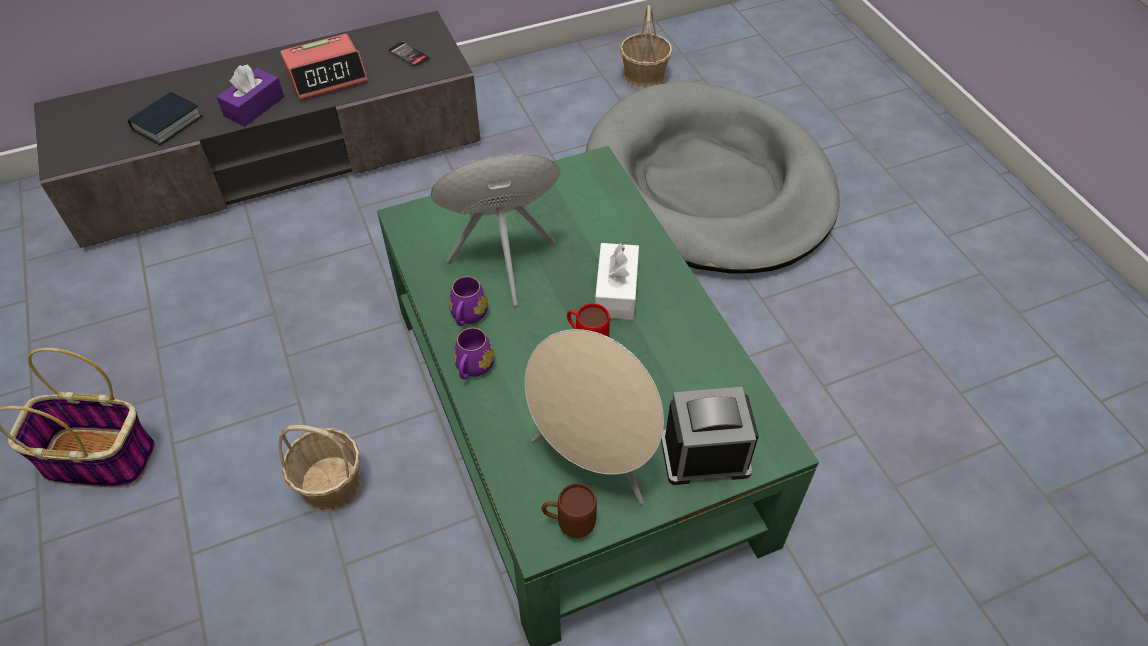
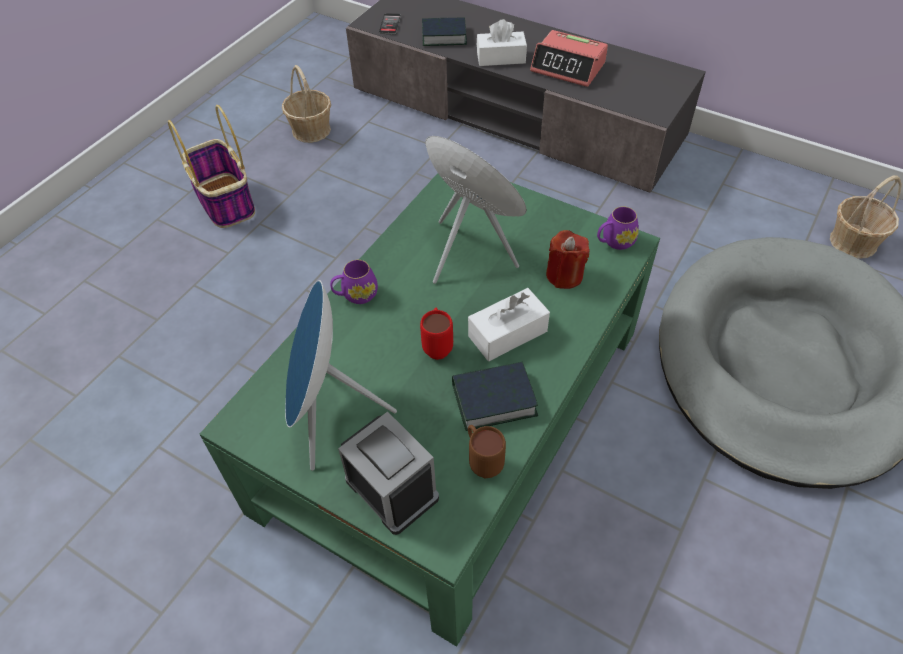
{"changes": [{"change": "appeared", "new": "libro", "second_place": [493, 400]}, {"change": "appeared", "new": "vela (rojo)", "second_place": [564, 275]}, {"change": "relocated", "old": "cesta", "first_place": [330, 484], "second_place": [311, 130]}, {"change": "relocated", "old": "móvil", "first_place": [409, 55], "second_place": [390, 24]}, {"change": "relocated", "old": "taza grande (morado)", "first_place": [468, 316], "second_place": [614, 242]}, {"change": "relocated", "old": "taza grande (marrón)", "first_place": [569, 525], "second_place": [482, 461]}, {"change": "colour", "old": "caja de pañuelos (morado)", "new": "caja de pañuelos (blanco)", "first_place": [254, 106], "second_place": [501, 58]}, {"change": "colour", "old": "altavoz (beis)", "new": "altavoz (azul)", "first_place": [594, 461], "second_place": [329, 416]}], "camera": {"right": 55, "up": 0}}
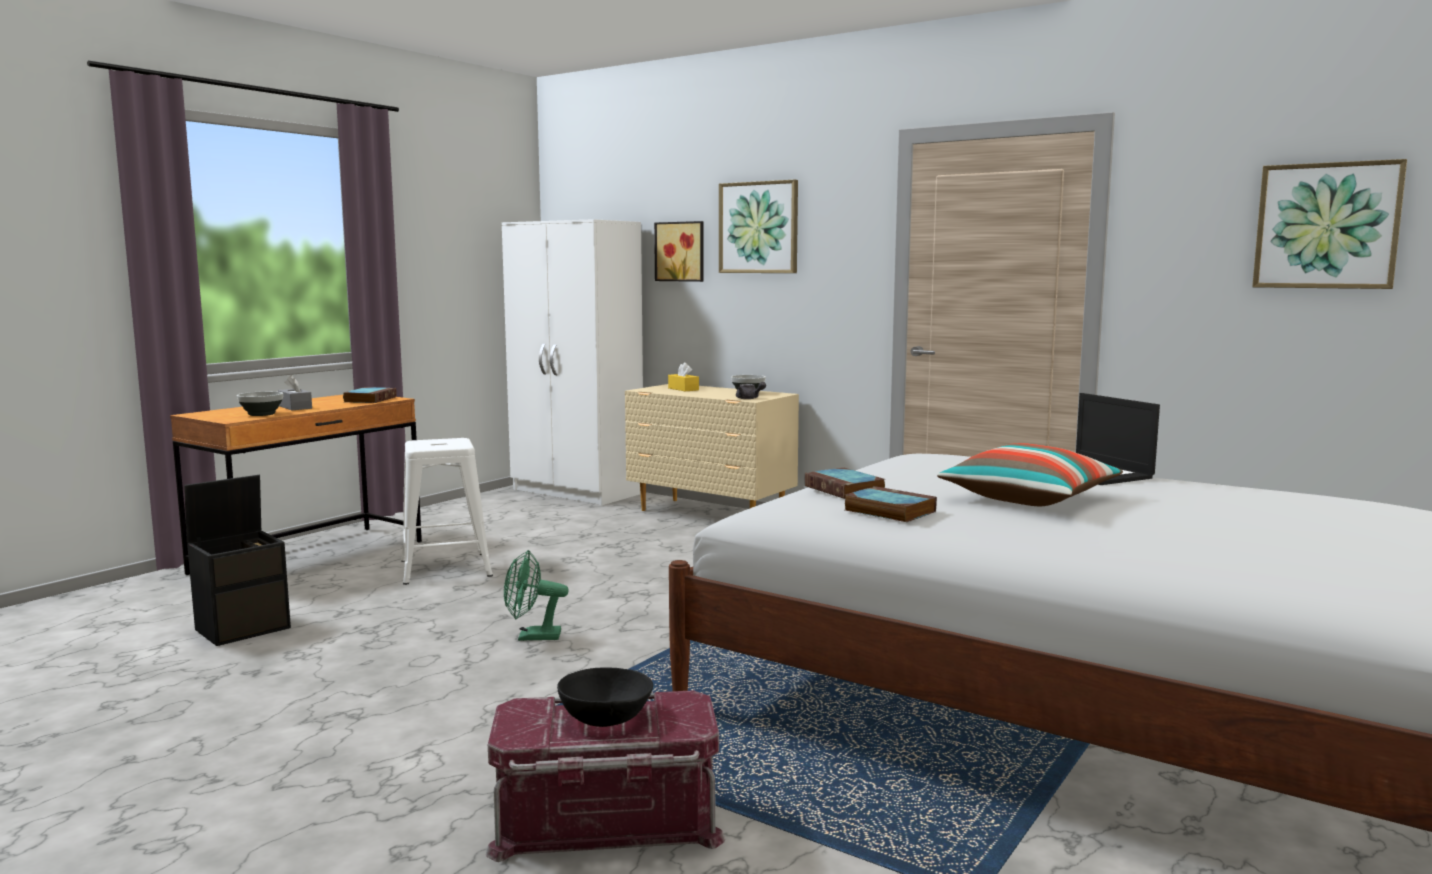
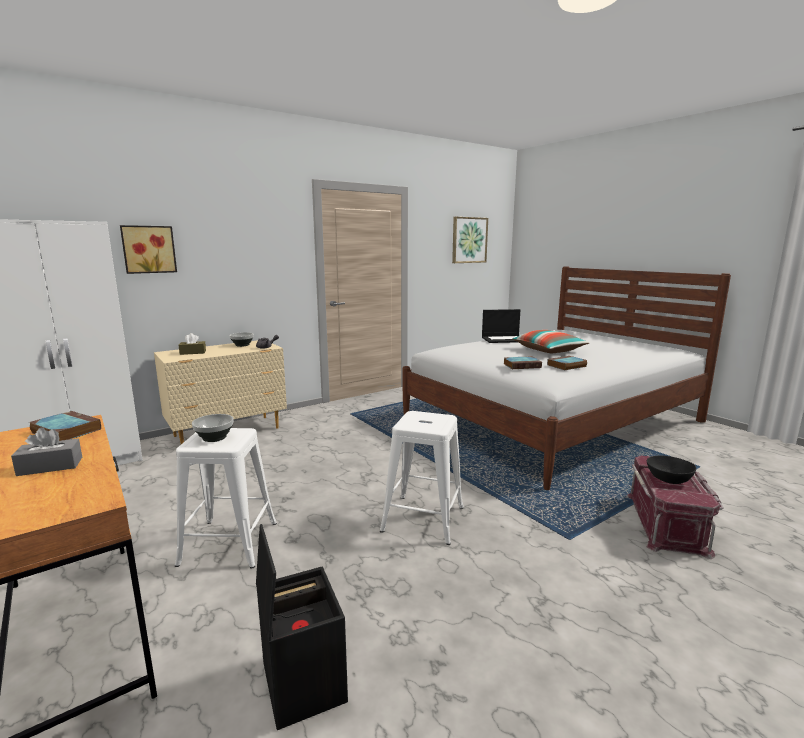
{"changes": [{"change": "missing", "old": "cuadro", "first_place": [759, 227]}, {"change": "relocated", "old": "cuenco", "first_place": [261, 414], "second_place": [215, 438]}, {"change": "exchanged", "old": "ventilador (verde)", "new": "taburete (blanco)", "first_place": [532, 637], "second_place": [423, 519]}, {"change": "colour", "old": "caja de pañuelos (amarillo)", "new": "caja de pañuelos (marrón)", "first_place": [683, 389], "second_place": [193, 352]}], "camera": {"right": -70, "up": 5}}
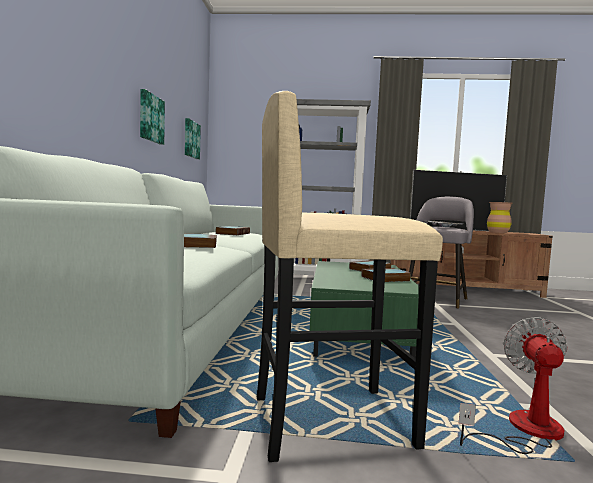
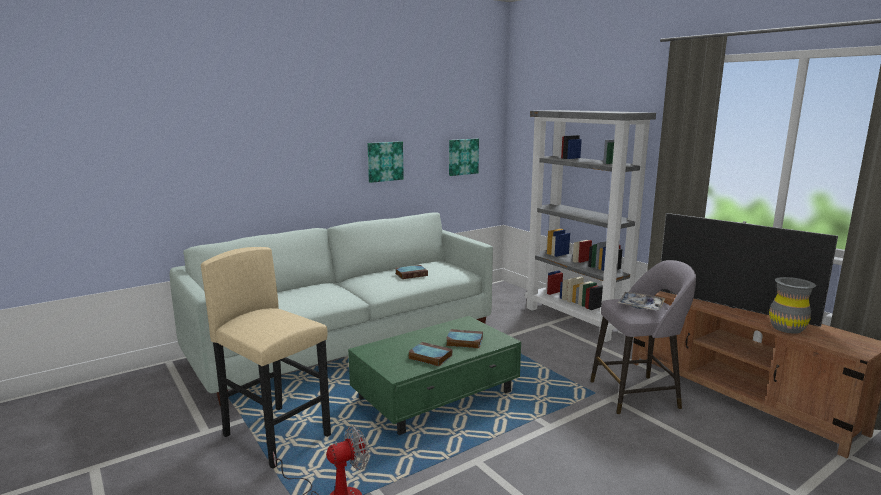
{"changes": [{"change": "missing", "old": "libro", "first_place": [198, 245]}, {"change": "colour", "old": "florero (marrón)", "new": "florero (gris)", "first_place": [498, 232], "second_place": [787, 328]}], "camera": {"right": 50, "up": 10}}
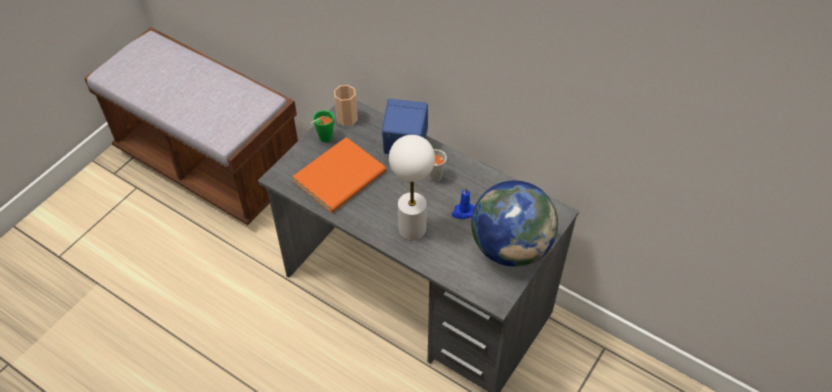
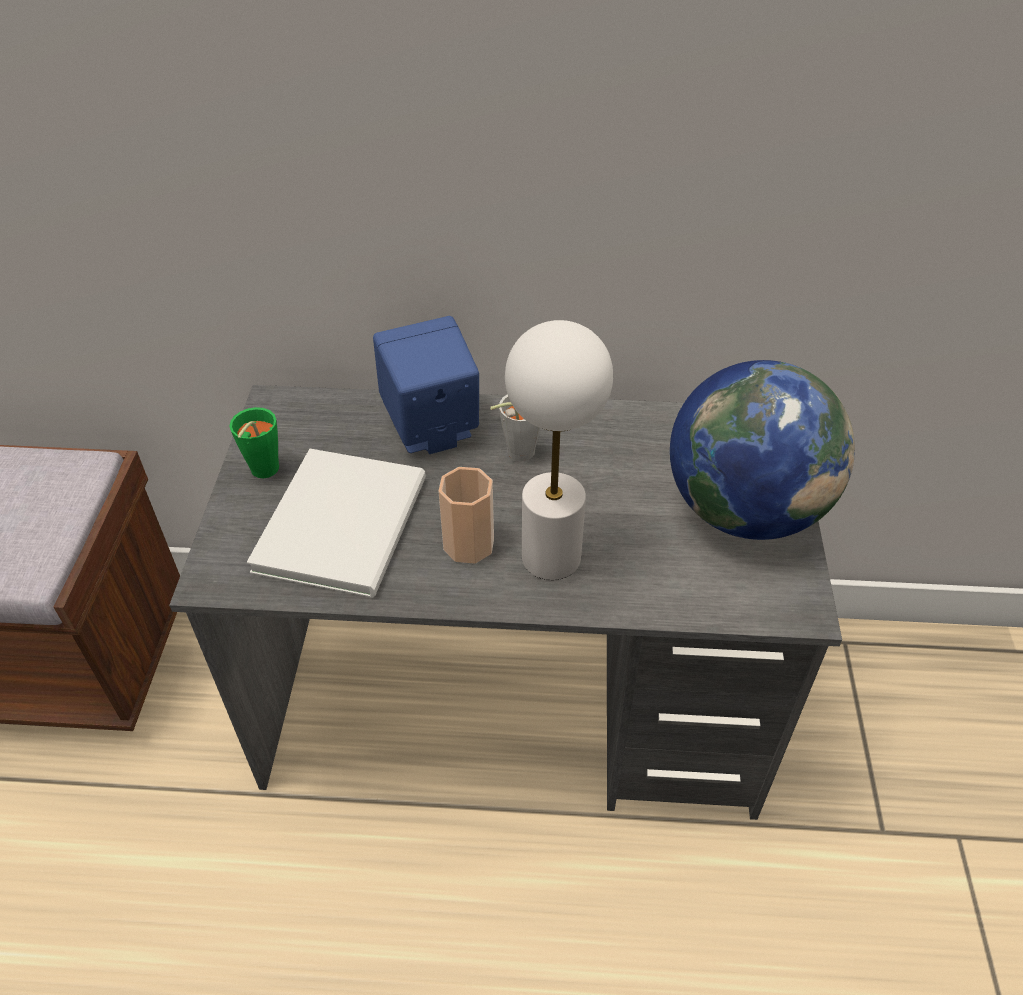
{"changes": [{"change": "missing", "old": "vela (azul)", "first_place": [463, 212]}, {"change": "relocated", "old": "taza", "first_place": [347, 118], "second_place": [468, 544]}, {"change": "colour", "old": "libro (naranja)", "new": "libro (blanco)", "first_place": [343, 176], "second_place": [347, 521]}], "camera": {"right": -30, "up": -5}}
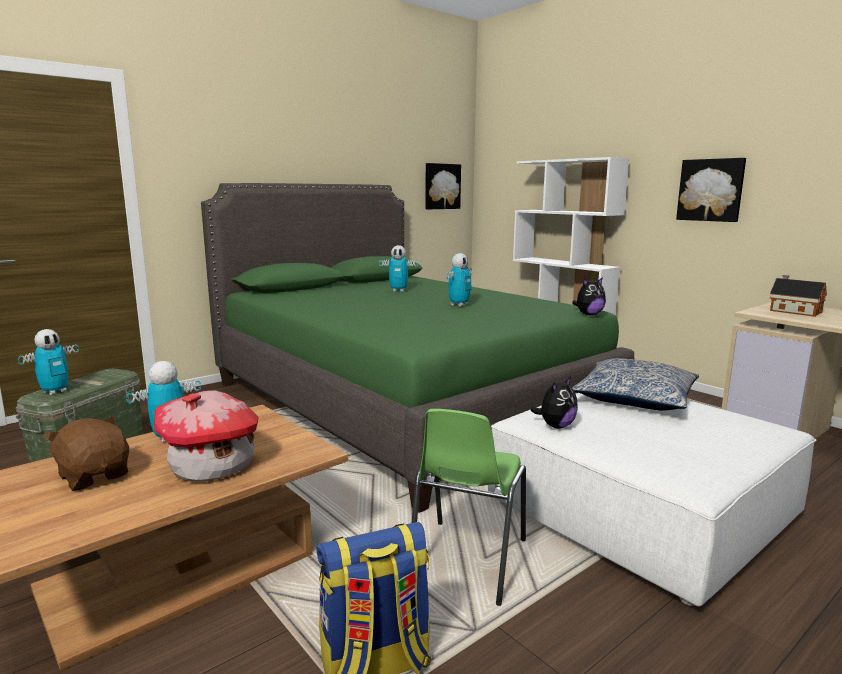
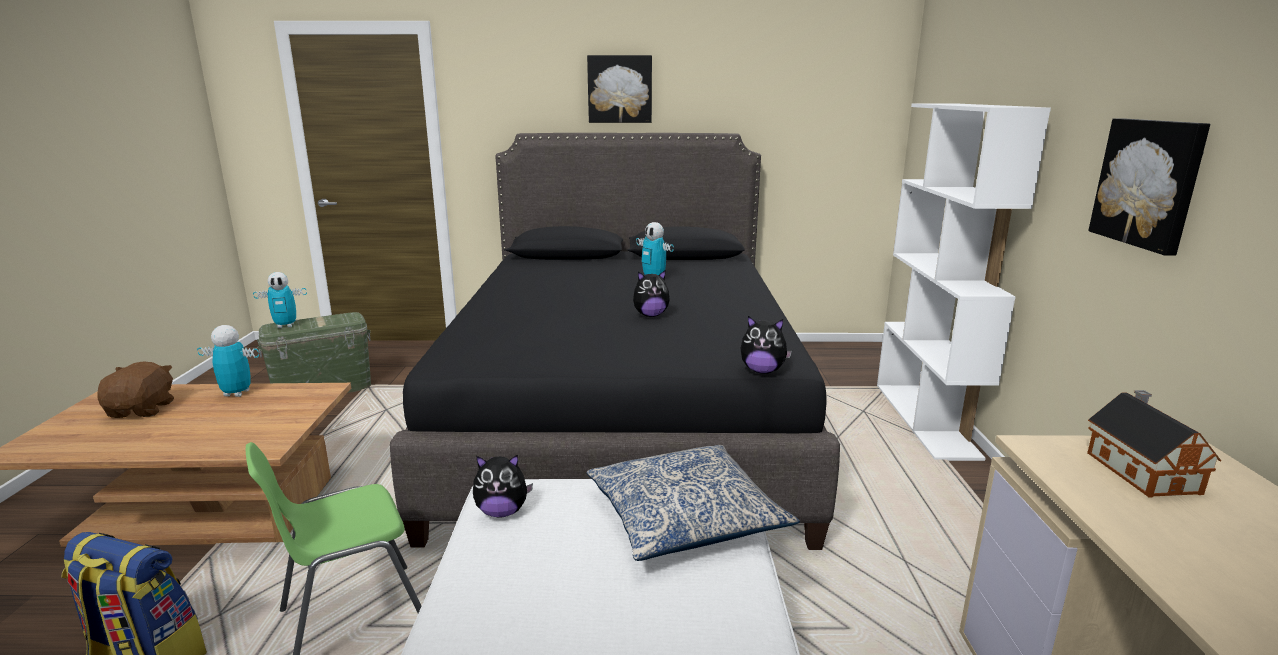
{"changes": [{"change": "missing", "old": "casita", "first_place": [213, 466]}, {"change": "relocated", "old": "cuadro", "first_place": [441, 186], "second_place": [620, 89]}, {"change": "exchanged", "old": "robot de juguete", "new": "peluche", "first_place": [459, 305], "second_place": [650, 315]}, {"change": "colour", "old": "cama (verde)", "new": "cama (negro)", "first_place": [402, 403], "second_place": [623, 417]}], "camera": {"right": 40, "up": 5}}
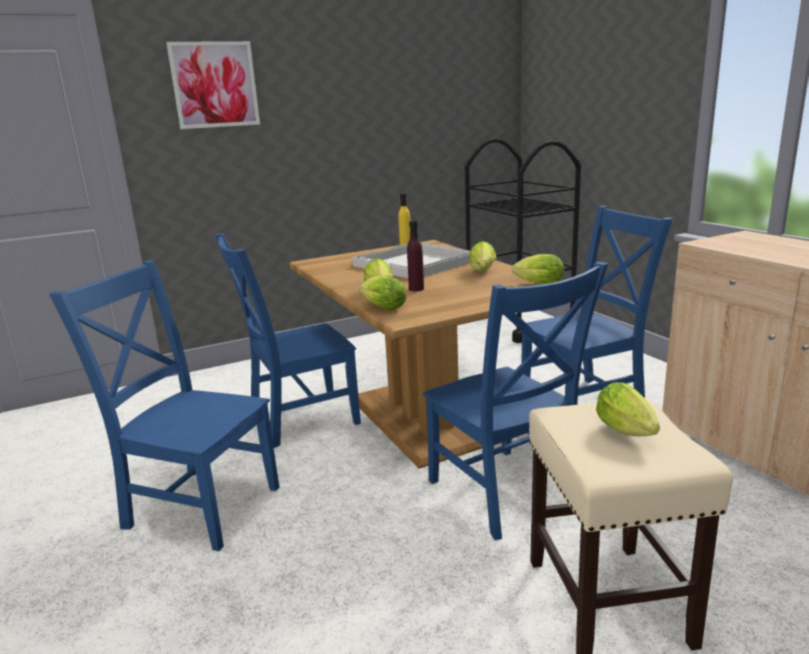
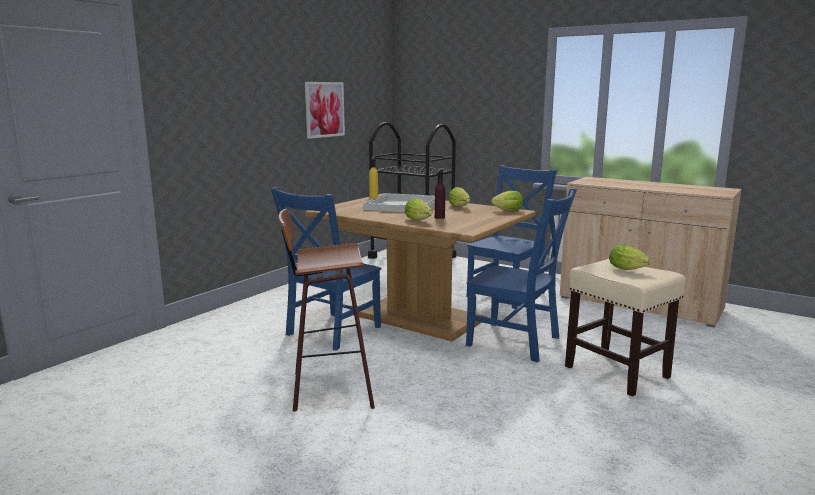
{"changes": [{"change": "missing", "old": "lechuga", "first_place": [381, 307]}, {"change": "relocated", "old": "cuadro", "first_place": [214, 85], "second_place": [324, 109]}, {"change": "exchanged", "old": "silla (azul)", "new": "taburete", "first_place": [198, 505], "second_place": [329, 388]}], "camera": {"right": -30, "up": -5}}
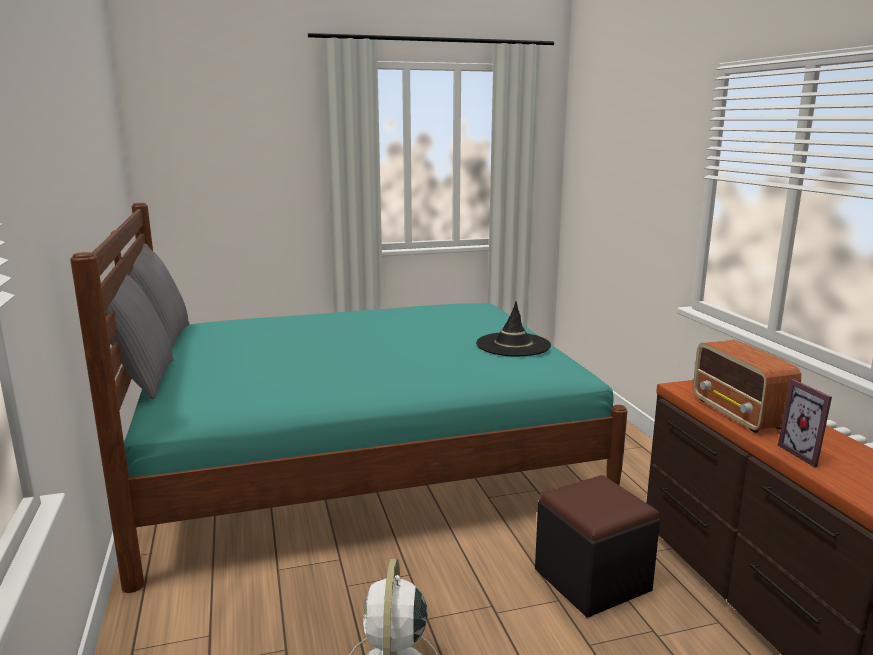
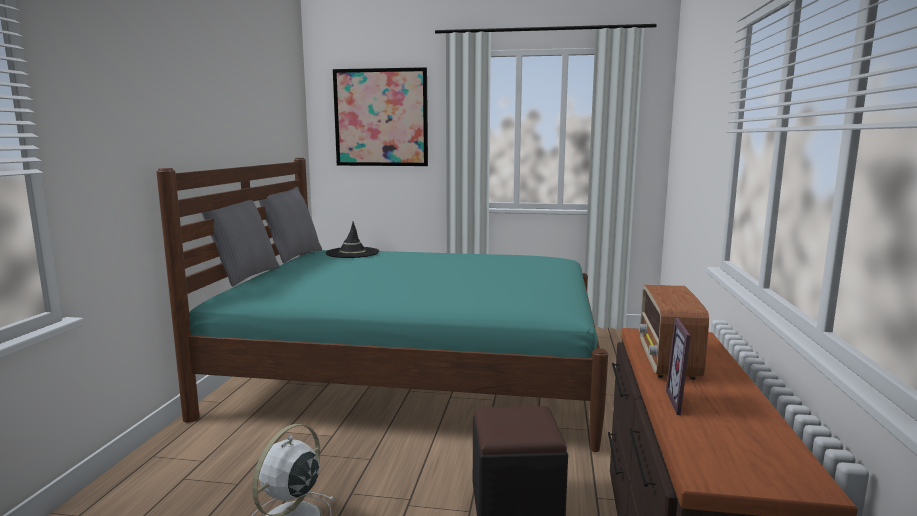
{"changes": [{"change": "appeared", "new": "cuadro", "second_place": [381, 118]}, {"change": "relocated", "old": "sombrero (negro)", "first_place": [513, 345], "second_place": [352, 253]}], "camera": {"right": 25, "up": -5}}
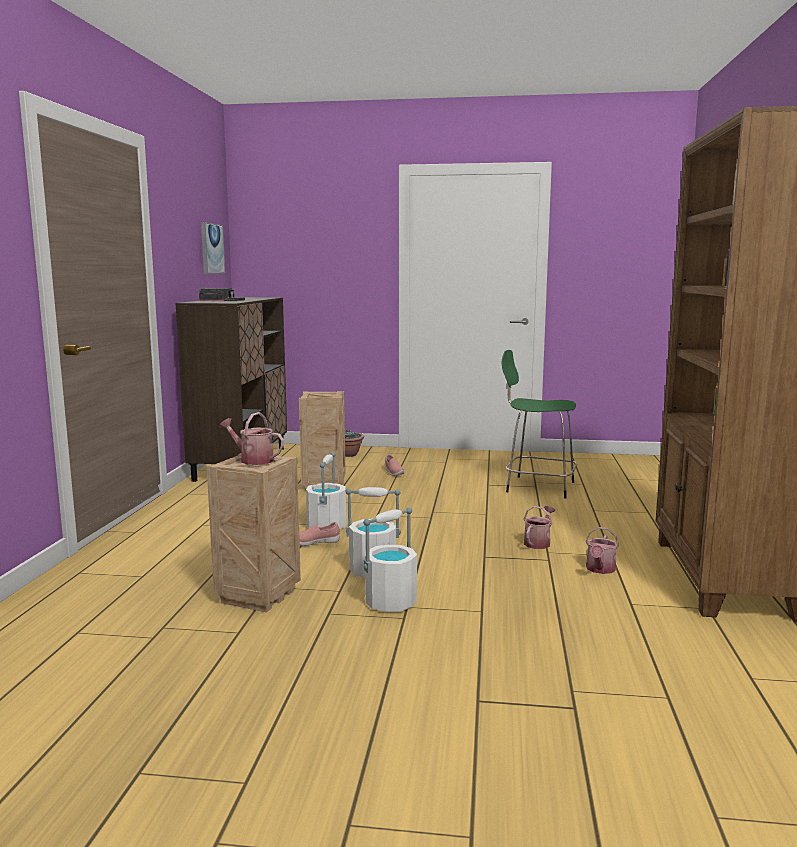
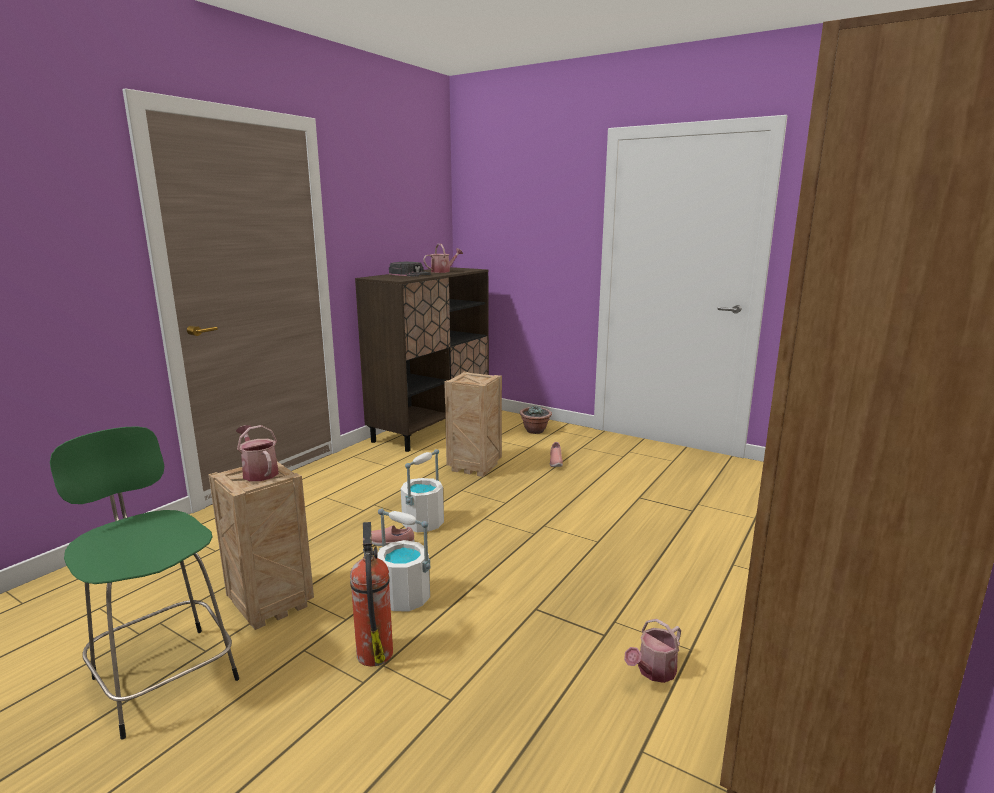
{"changes": [{"change": "missing", "old": "cuadro", "first_place": [211, 248]}, {"change": "relocated", "old": "taburete (verde)", "first_place": [537, 487], "second_place": [164, 675]}, {"change": "relocated", "old": "regadera", "first_place": [538, 542], "second_place": [443, 271]}, {"change": "exchanged", "old": "cubo (blanco)", "new": "extintor", "first_place": [390, 602], "second_place": [375, 652]}], "camera": {"right": 25, "up": 5}}
